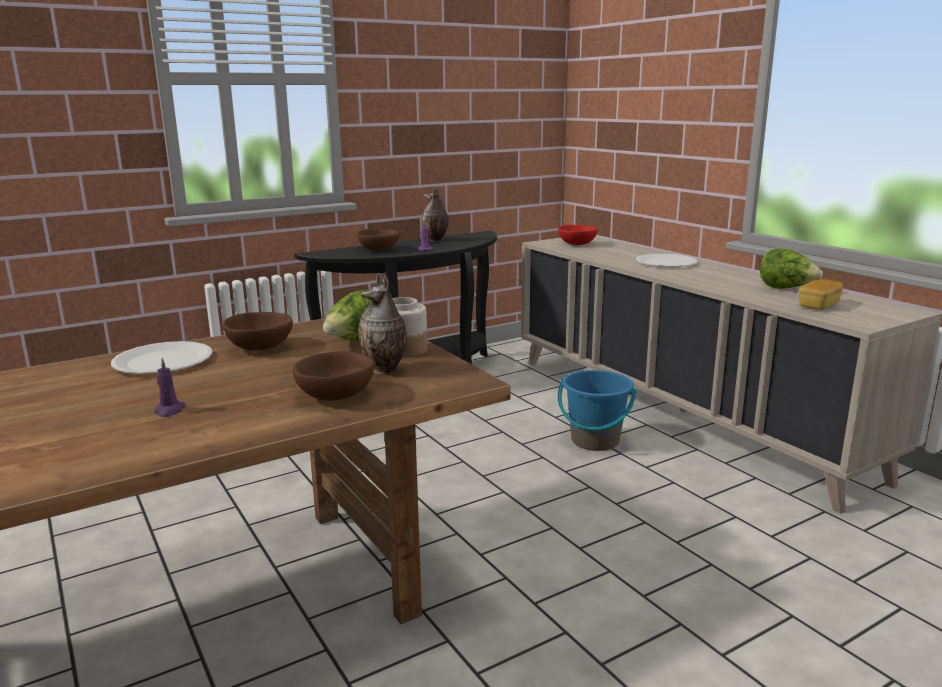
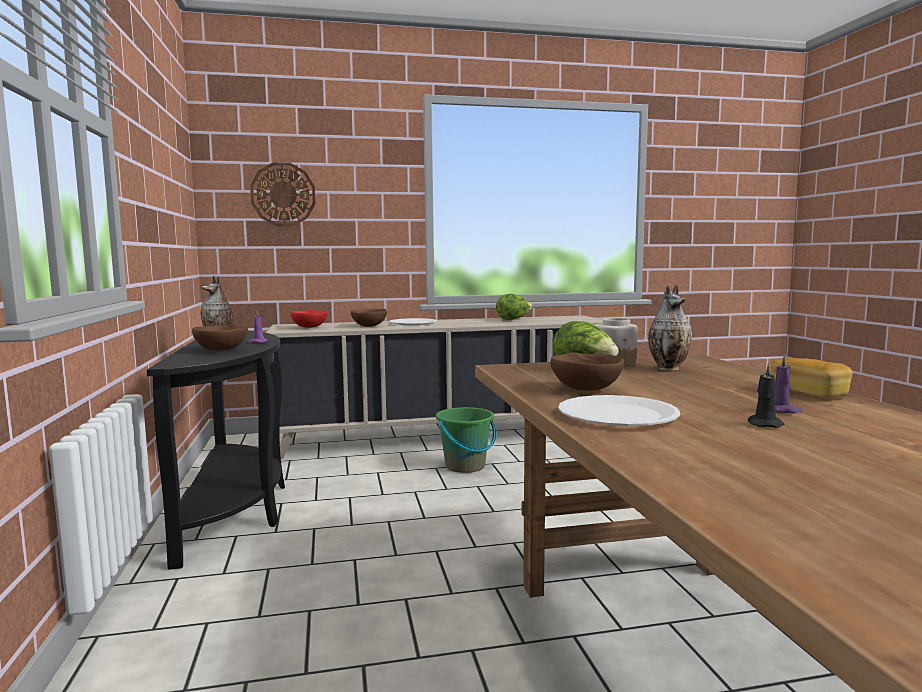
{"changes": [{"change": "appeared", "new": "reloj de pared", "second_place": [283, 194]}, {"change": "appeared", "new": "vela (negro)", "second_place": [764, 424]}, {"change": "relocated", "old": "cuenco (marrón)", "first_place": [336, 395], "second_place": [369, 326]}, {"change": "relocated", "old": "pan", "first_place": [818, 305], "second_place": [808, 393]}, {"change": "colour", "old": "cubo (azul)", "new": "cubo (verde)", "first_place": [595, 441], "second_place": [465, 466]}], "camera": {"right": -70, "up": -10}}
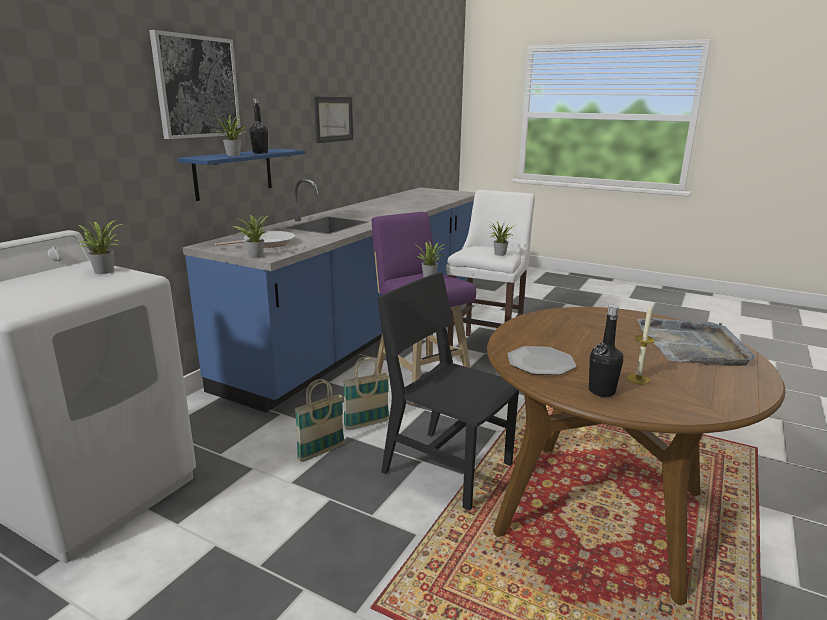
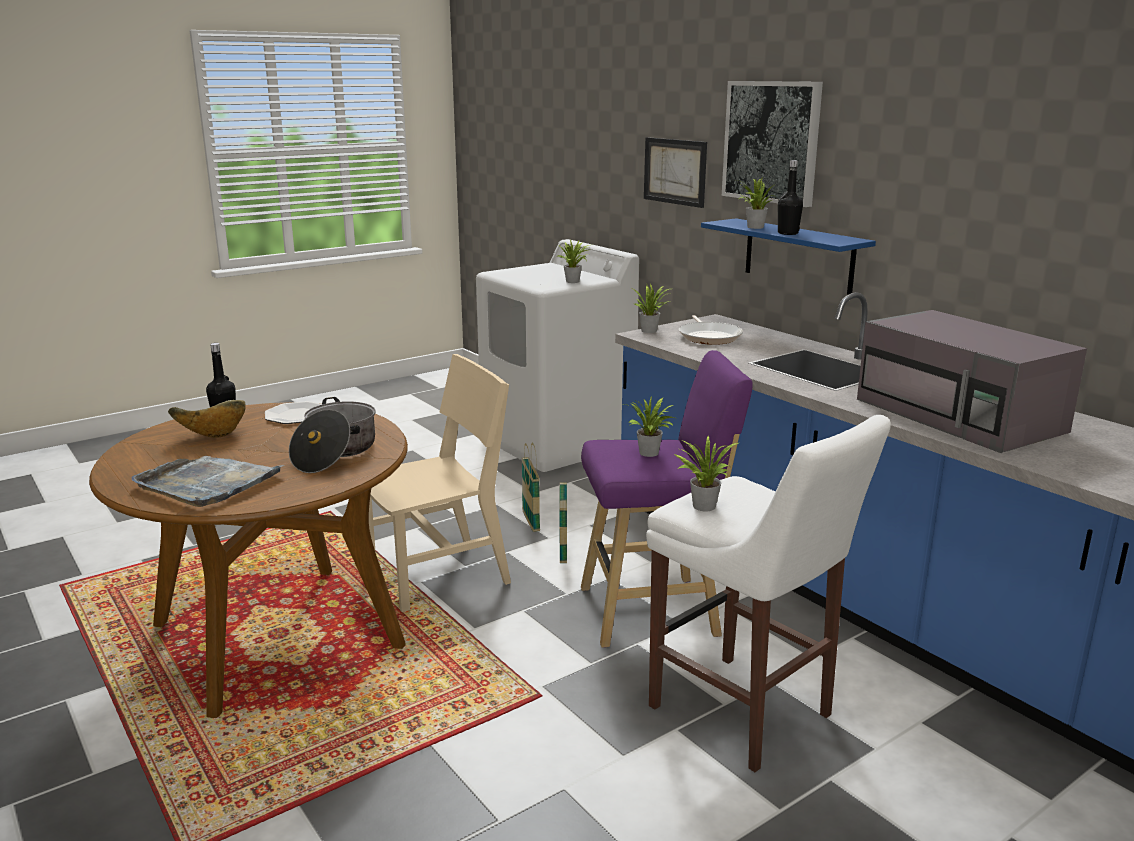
{"changes": [{"change": "appeared", "new": "olla", "second_place": [335, 453]}, {"change": "appeared", "new": "microondas (gris)", "second_place": [960, 416]}, {"change": "relocated", "old": "cuadro", "first_place": [333, 119], "second_place": [675, 171]}, {"change": "exchanged", "old": "vela", "new": "cuenco", "first_place": [638, 379], "second_place": [212, 436]}, {"change": "colour", "old": "silla (negro)", "new": "silla (beis)", "first_place": [447, 468], "second_place": [438, 576]}], "camera": {"right": 115, "up": 0}}
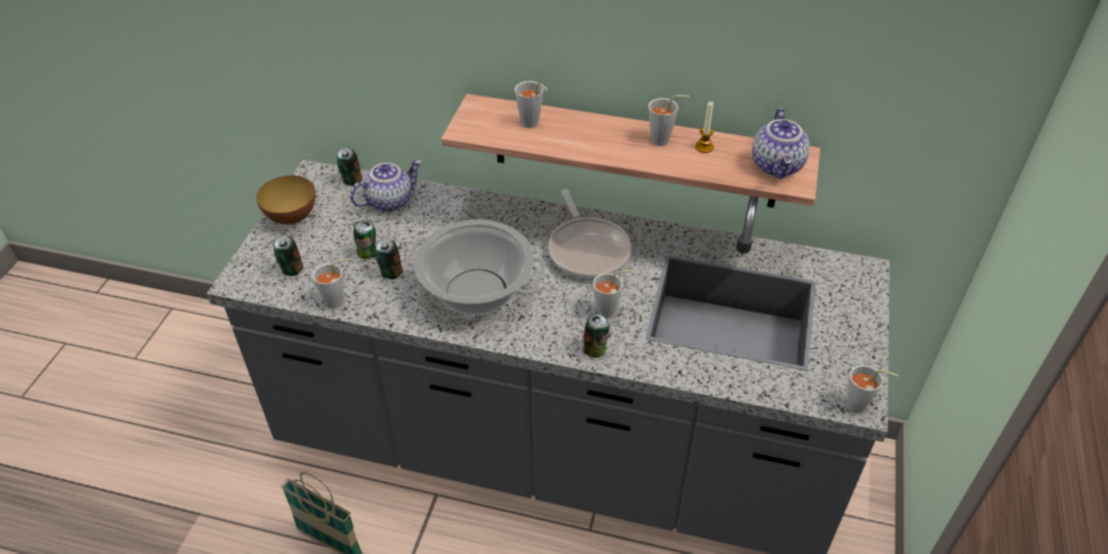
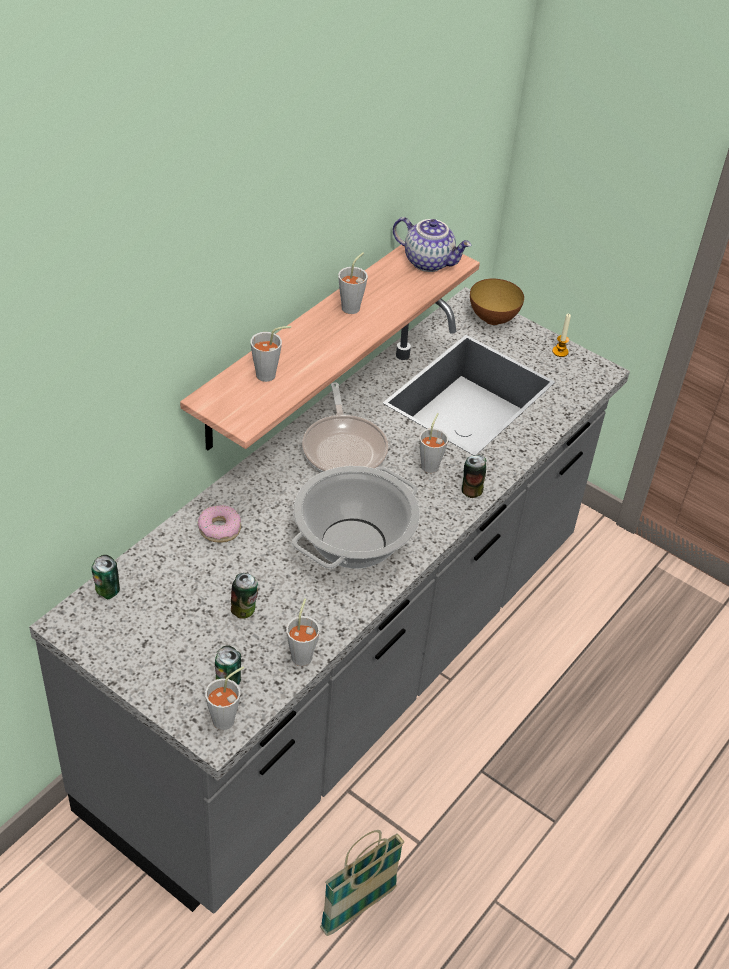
{"changes": [{"change": "missing", "old": "tetera", "first_place": [389, 201]}, {"change": "missing", "old": "lata", "first_place": [390, 273]}, {"change": "appeared", "new": "rosquilla", "second_place": [220, 529]}, {"change": "relocated", "old": "cuenco", "first_place": [292, 218], "second_place": [493, 319]}, {"change": "relocated", "old": "vela", "first_place": [704, 147], "second_place": [560, 352]}, {"change": "relocated", "old": "taza (gris)", "first_place": [860, 407], "second_place": [228, 718]}, {"change": "spun", "old": "sartén", "first_place": [588, 250], "second_place": [344, 448], "degrees": 75}], "camera": {"right": -70, "up": 0}}
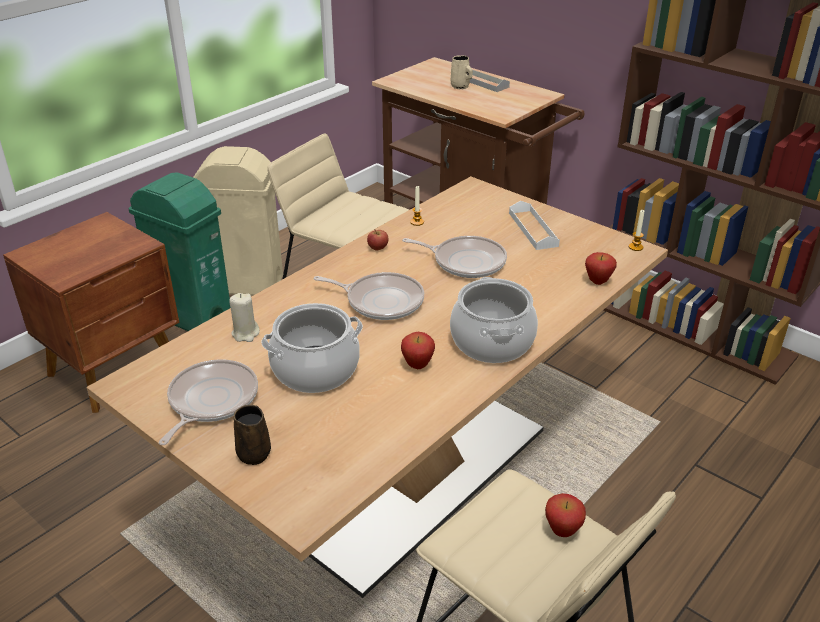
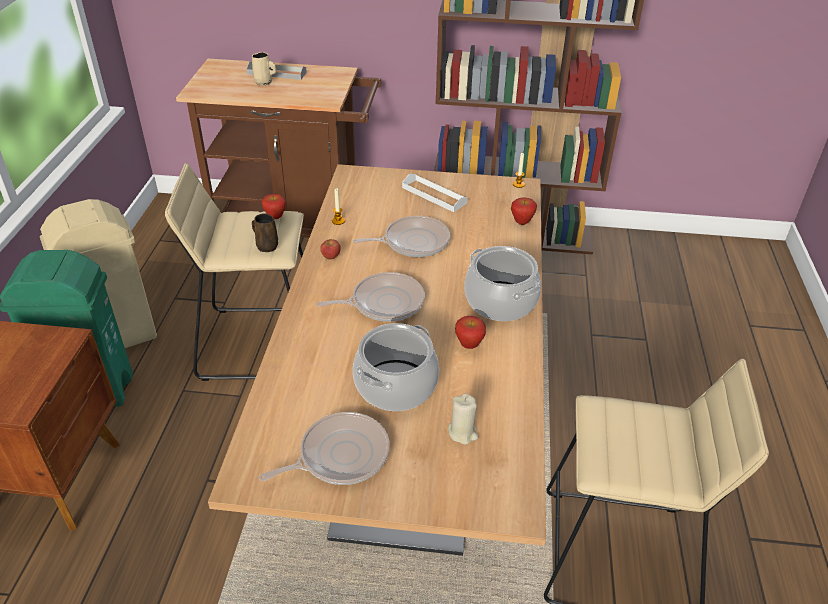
{"changes": [{"change": "relocated", "old": "vela (beis)", "first_place": [245, 334], "second_place": [463, 432]}, {"change": "relocated", "old": "taza grande (marrón)", "first_place": [254, 452], "second_place": [266, 246]}, {"change": "relocated", "old": "manzana", "first_place": [562, 531], "second_place": [275, 217]}, {"change": "spun", "old": "sartén", "first_place": [210, 401], "second_place": [339, 455], "degrees": 75}], "camera": {"right": -35, "up": 5}}
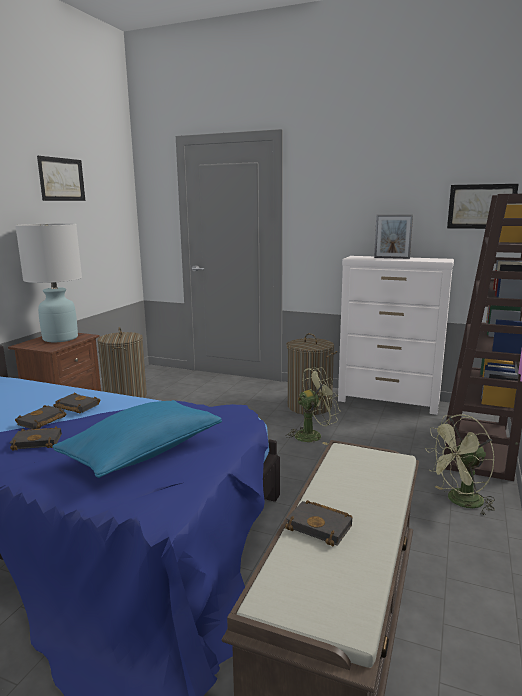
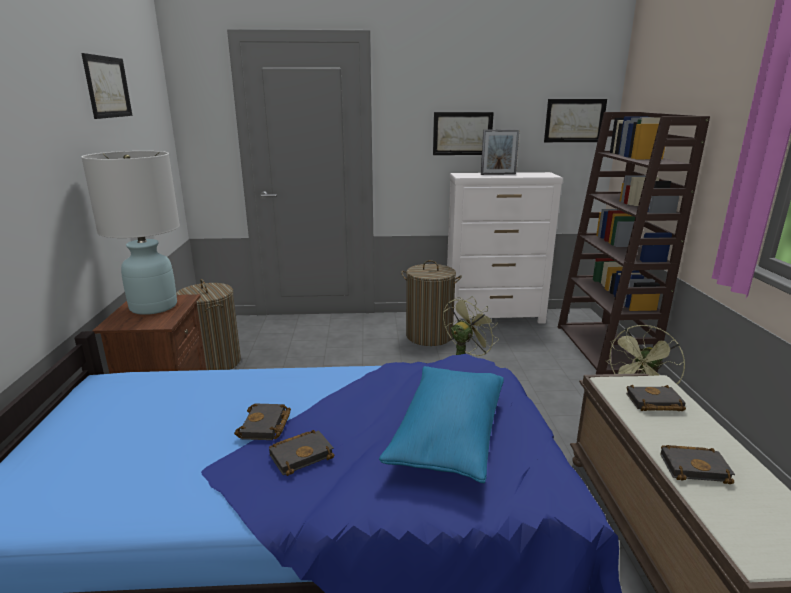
{"changes": [{"change": "appeared", "new": "cuadro", "second_place": [462, 133]}, {"change": "relocated", "old": "libro (negro)", "first_place": [75, 407], "second_place": [653, 403]}], "camera": {"right": -25, "up": 5}}
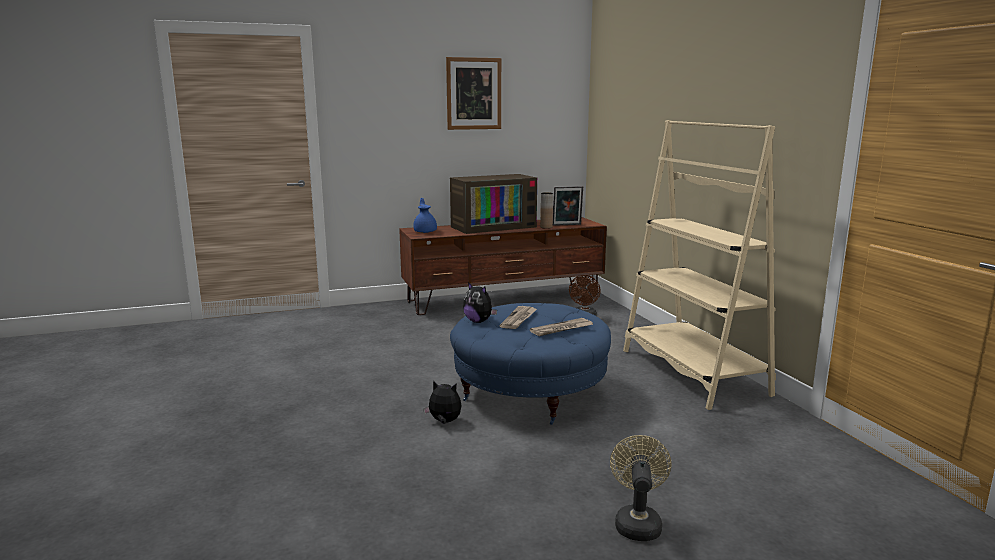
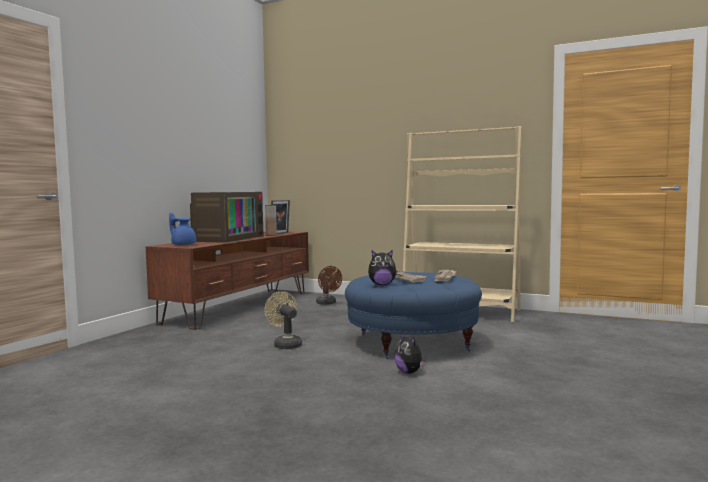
{"changes": [{"change": "missing", "old": "cuadro", "first_place": [474, 93]}, {"change": "relocated", "old": "ventilador (beis)", "first_place": [637, 522], "second_place": [285, 344]}, {"change": "spun", "old": "peluche", "first_place": [444, 422], "second_place": [409, 372], "degrees": -90}], "camera": {"right": -45, "up": -10}}
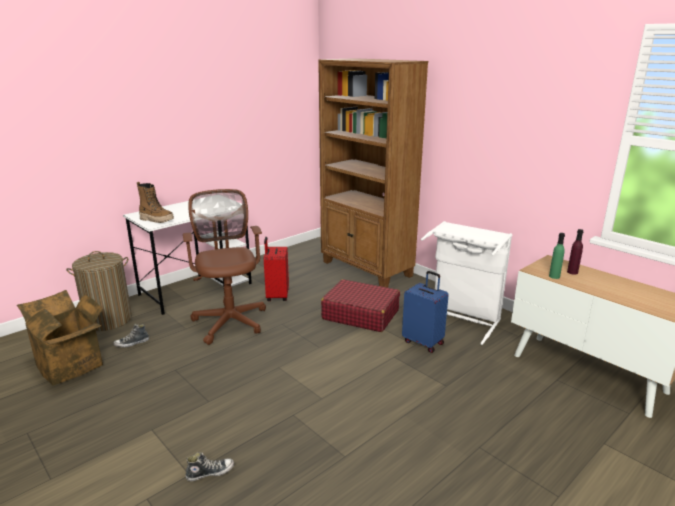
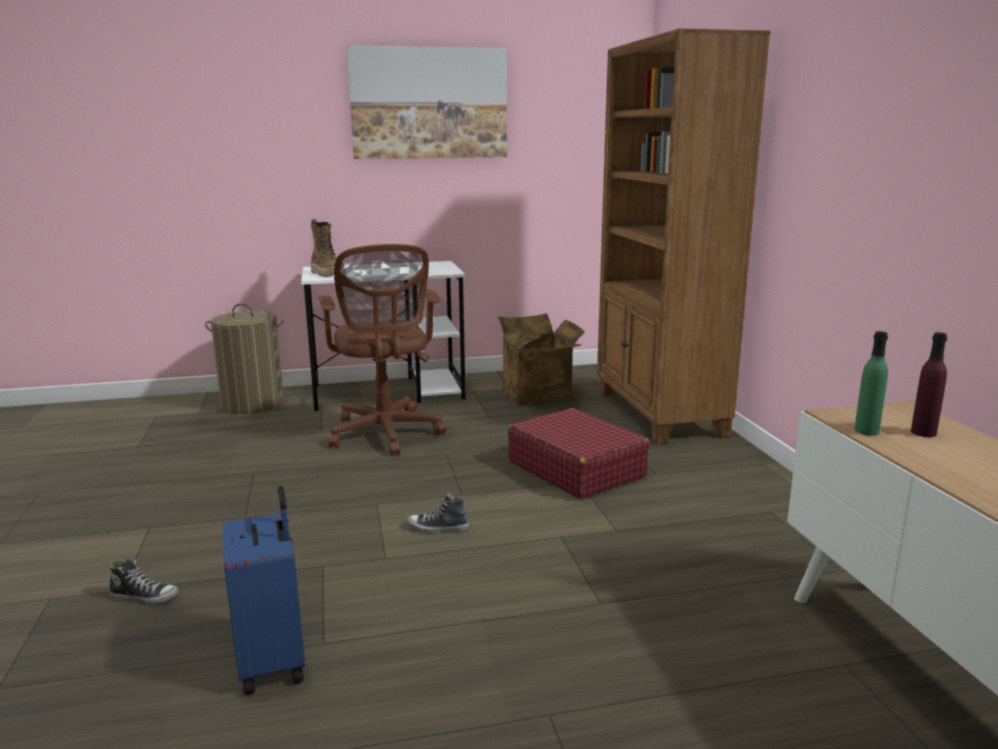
{"changes": [{"change": "missing", "old": "maleta (rojo)", "first_place": [276, 296]}, {"change": "missing", "old": "cesto de la ropa (blanco)", "first_place": [461, 319]}, {"change": "appeared", "new": "cuadro", "second_place": [429, 103]}, {"change": "relocated", "old": "caja de cartón", "first_place": [73, 364], "second_place": [540, 394]}, {"change": "relocated", "old": "zapato", "first_place": [132, 343], "second_place": [437, 528]}, {"change": "relocated", "old": "maleta (azul)", "first_place": [423, 342], "second_place": [274, 662]}, {"change": "spun", "old": "silla de oficina (marrón)", "first_place": [230, 320], "second_place": [385, 434], "degrees": 150}], "camera": {"right": 30, "up": -5}}
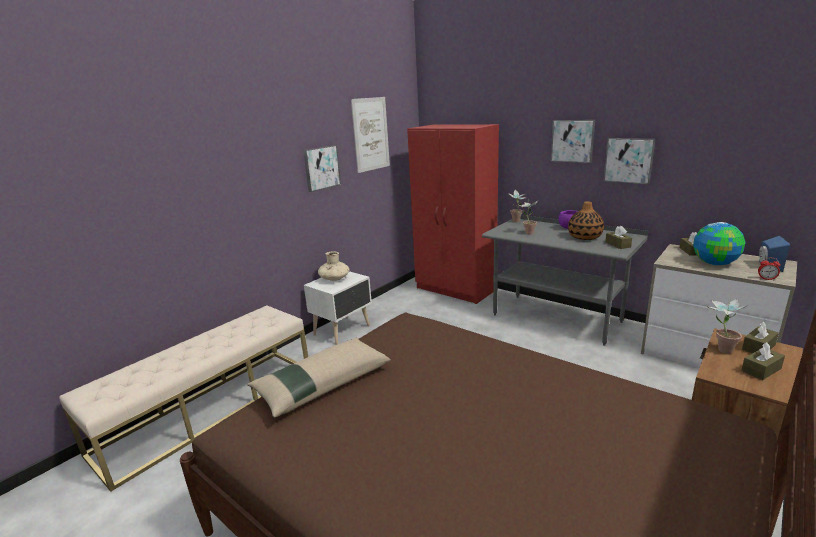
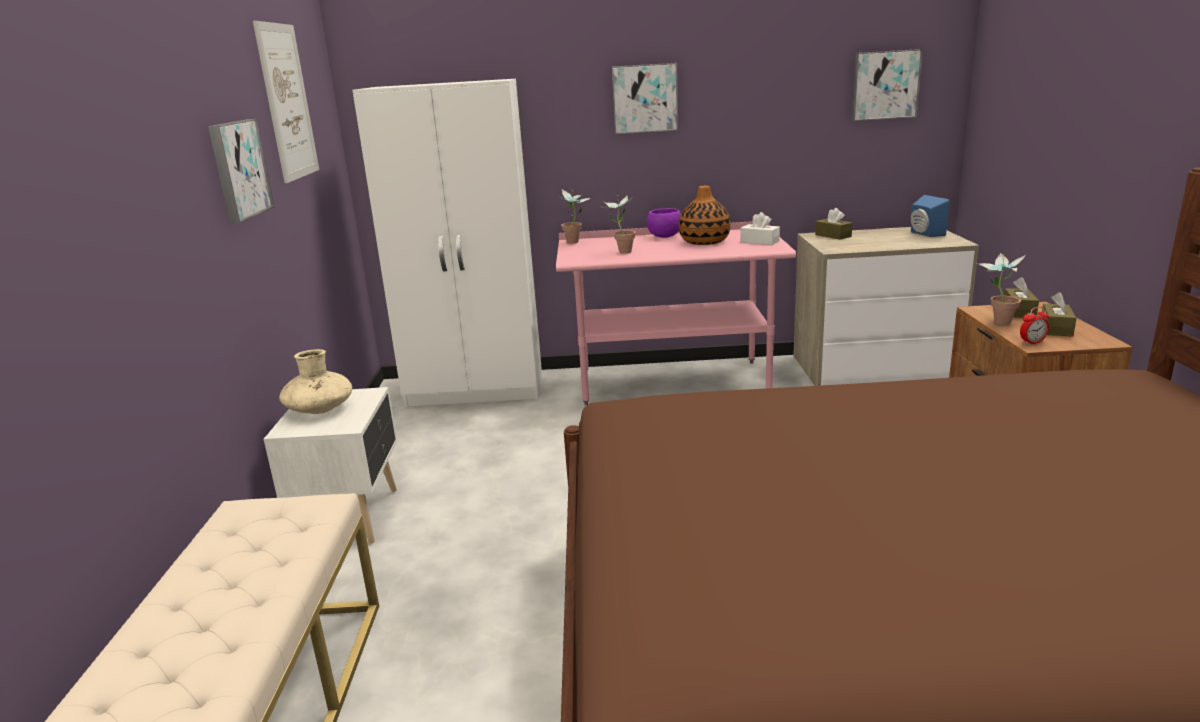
{"changes": [{"change": "missing", "old": "cojín (beis)", "first_place": [321, 383]}, {"change": "missing", "old": "globo terráqueo", "first_place": [715, 263]}, {"change": "relocated", "old": "cuadro", "first_place": [629, 160], "second_place": [885, 85]}, {"change": "relocated", "old": "despertador", "first_place": [766, 279], "second_place": [1032, 342]}, {"change": "colour", "old": "armario ropero (rojo)", "new": "armario ropero (blanco)", "first_place": [455, 289], "second_place": [477, 390]}, {"change": "colour", "old": "escritorio (gris)", "new": "escritorio (rosa)", "first_place": [556, 318], "second_place": [672, 382]}, {"change": "colour", "old": "caja de pañuelos (marrón)", "new": "caja de pañuelos (blanco)", "first_place": [617, 245], "second_place": [759, 241]}], "camera": {"right": -40, "up": 0}}
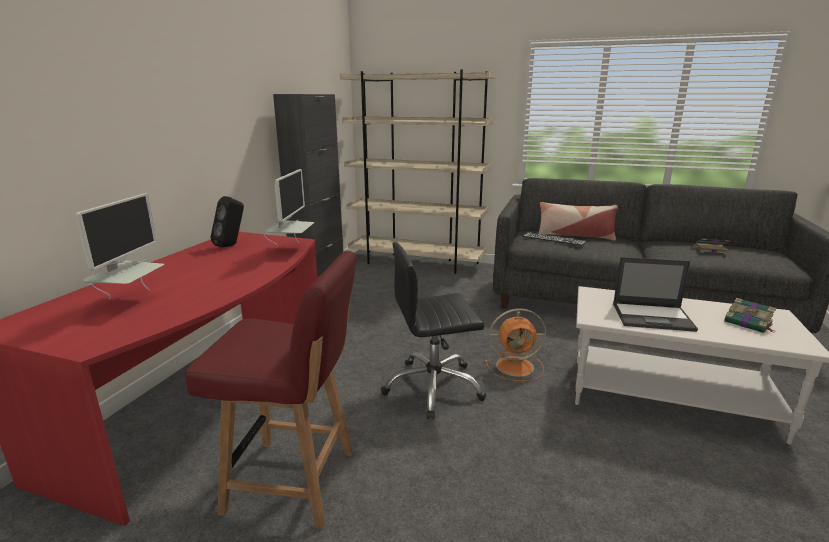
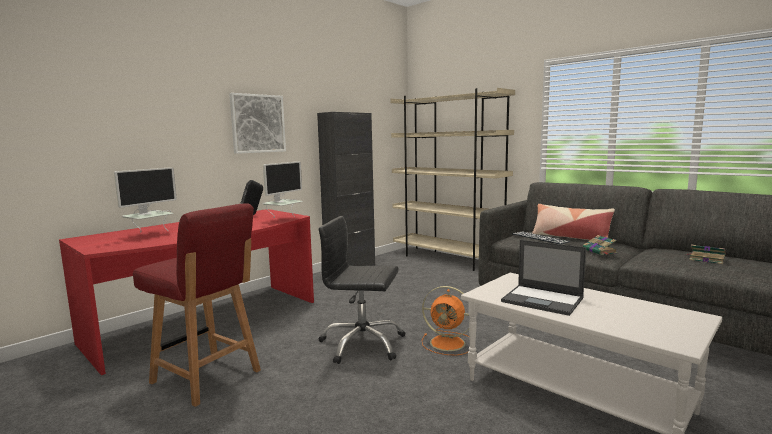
{"changes": [{"change": "appeared", "new": "cuadro", "second_place": [258, 123]}, {"change": "relocated", "old": "libro", "first_place": [749, 323], "second_place": [600, 251]}], "camera": {"right": 25, "up": -10}}
